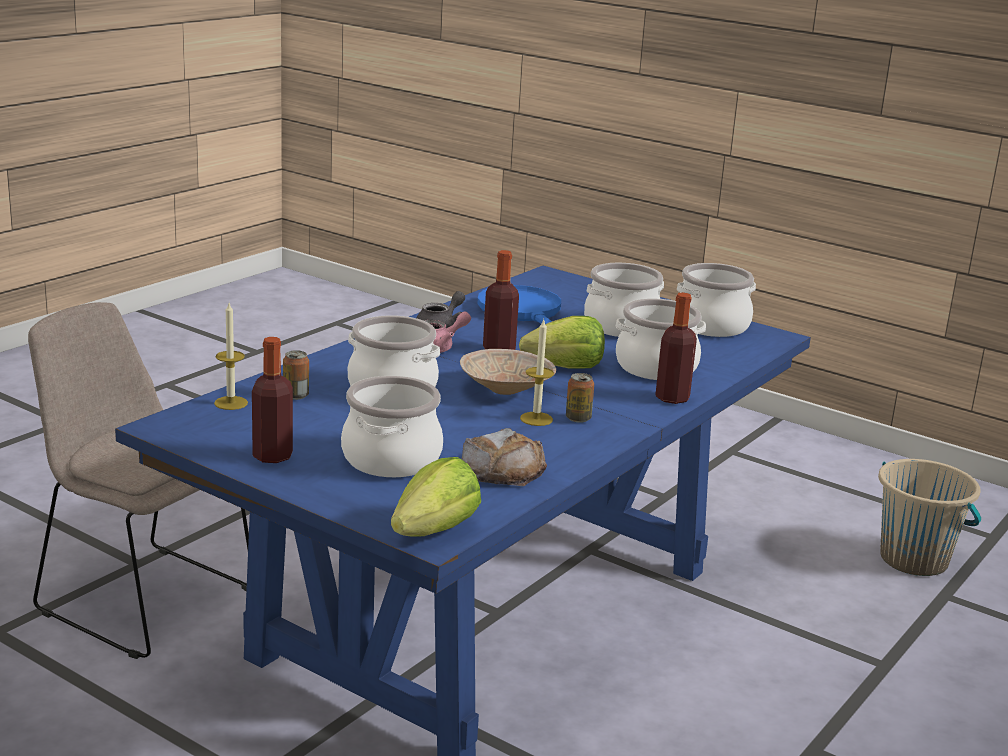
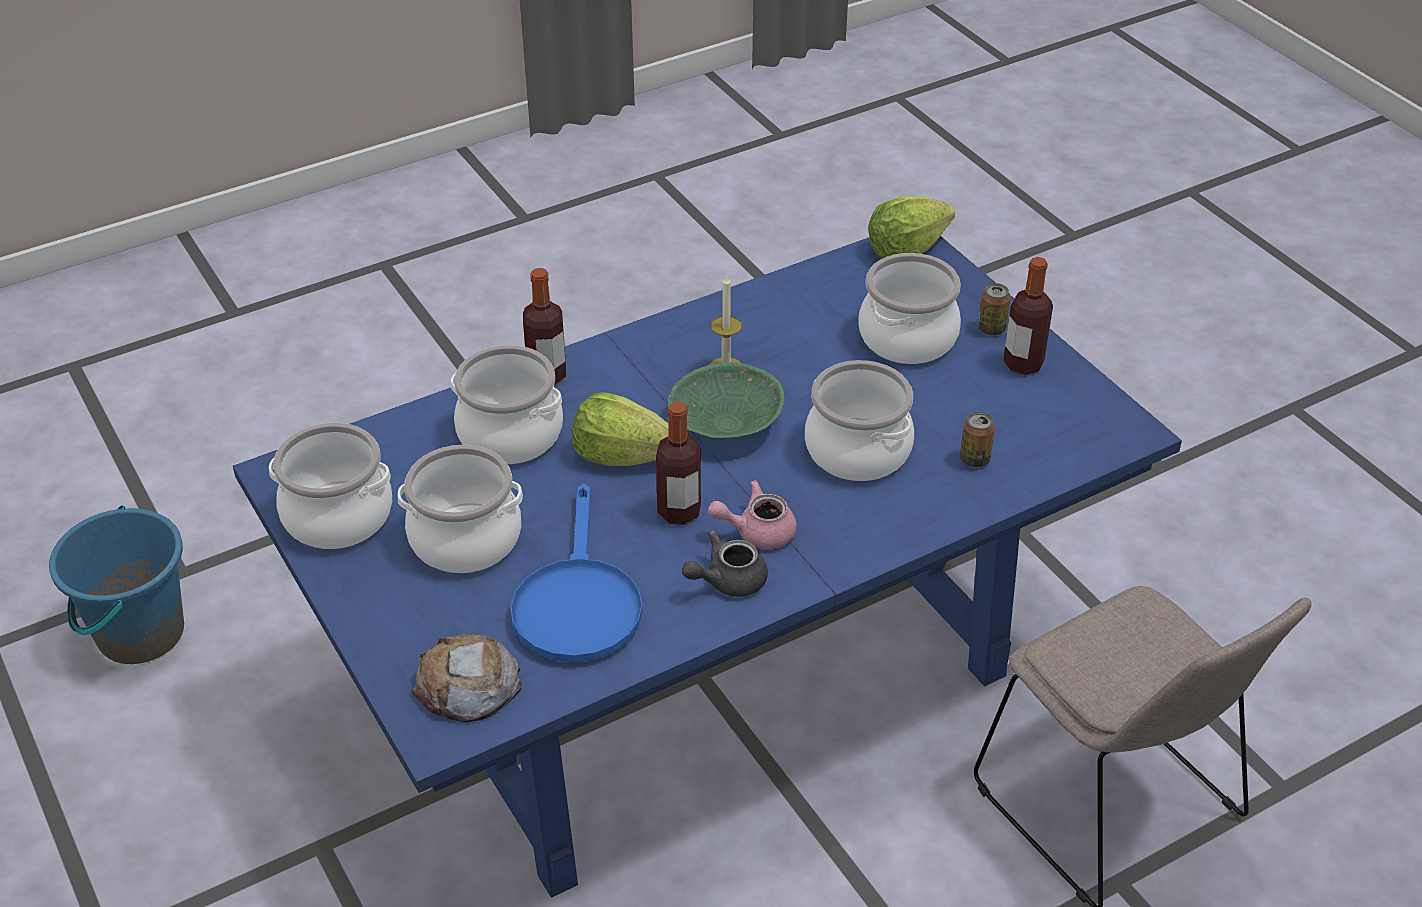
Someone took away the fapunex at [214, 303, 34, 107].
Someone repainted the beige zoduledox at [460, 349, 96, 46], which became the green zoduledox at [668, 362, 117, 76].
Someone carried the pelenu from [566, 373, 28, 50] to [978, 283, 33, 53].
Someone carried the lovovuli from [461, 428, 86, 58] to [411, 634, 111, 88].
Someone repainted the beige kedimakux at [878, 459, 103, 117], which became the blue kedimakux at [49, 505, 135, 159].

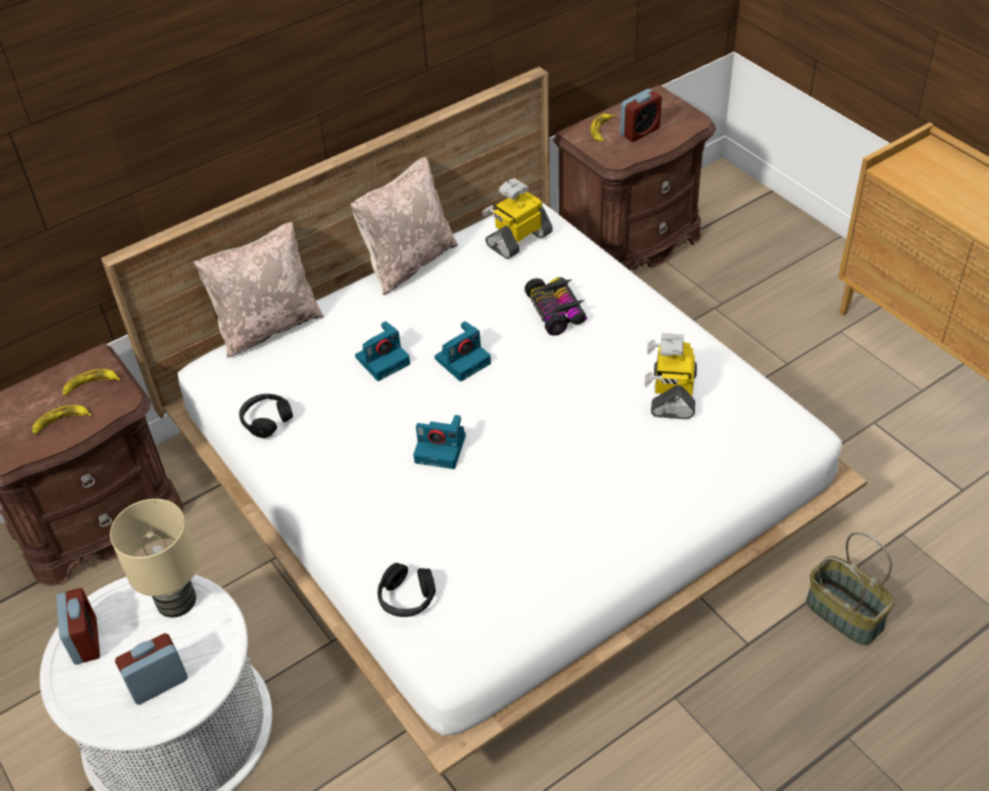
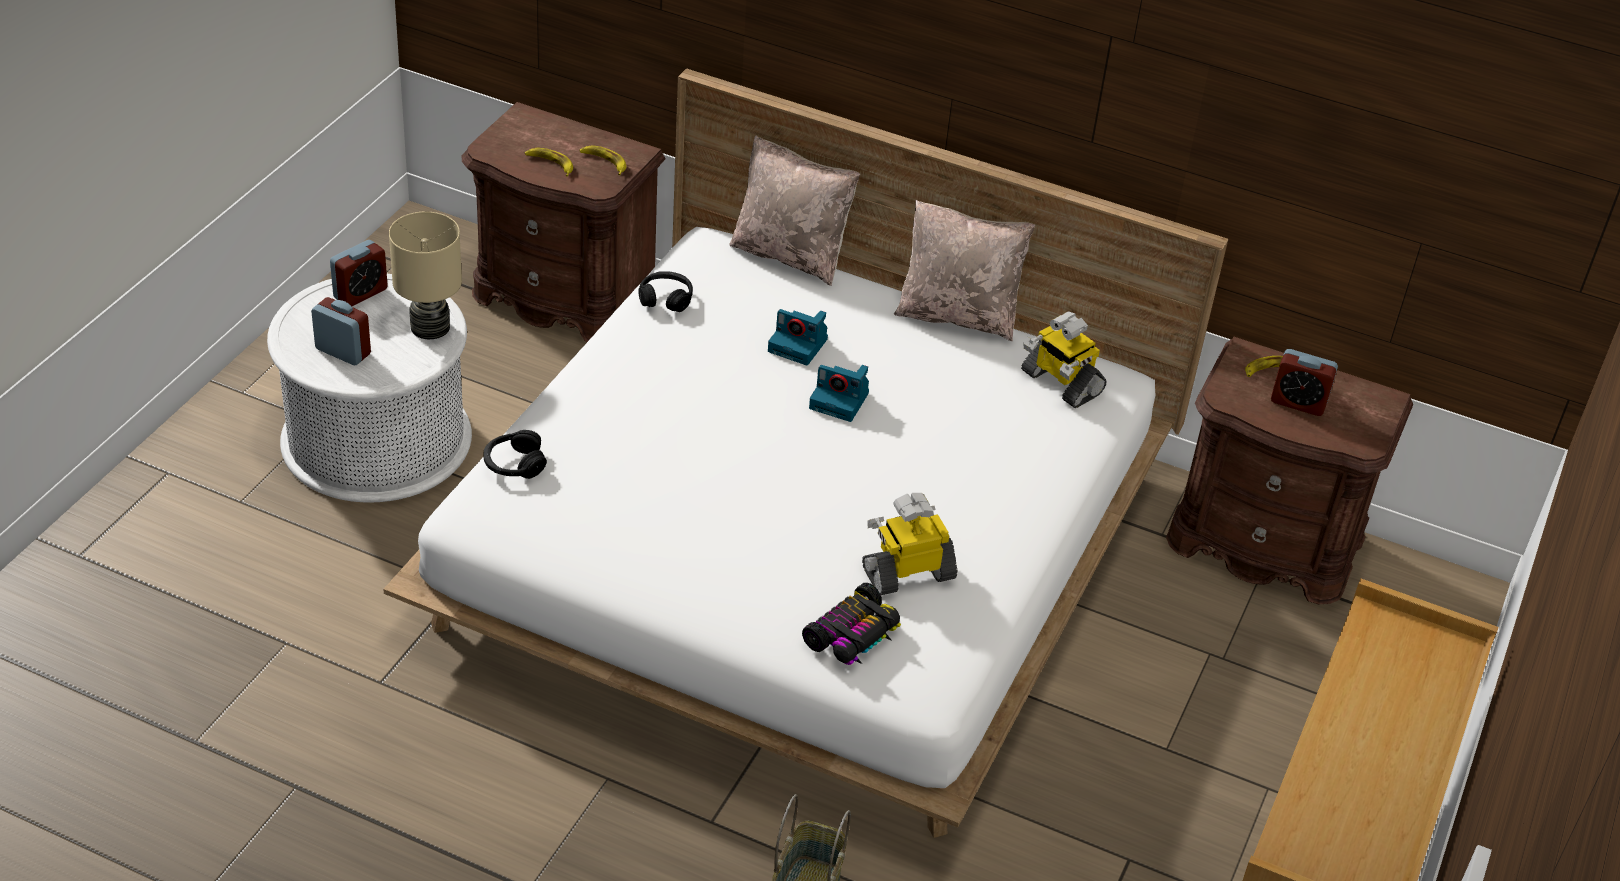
Someone rotated the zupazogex at [482, 178, 71, 81] by 150 degrees counterclockwise.
Someone carried the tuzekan from [524, 277, 64, 59] to [802, 583, 99, 82].
Someone took away the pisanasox at [413, 415, 53, 54].

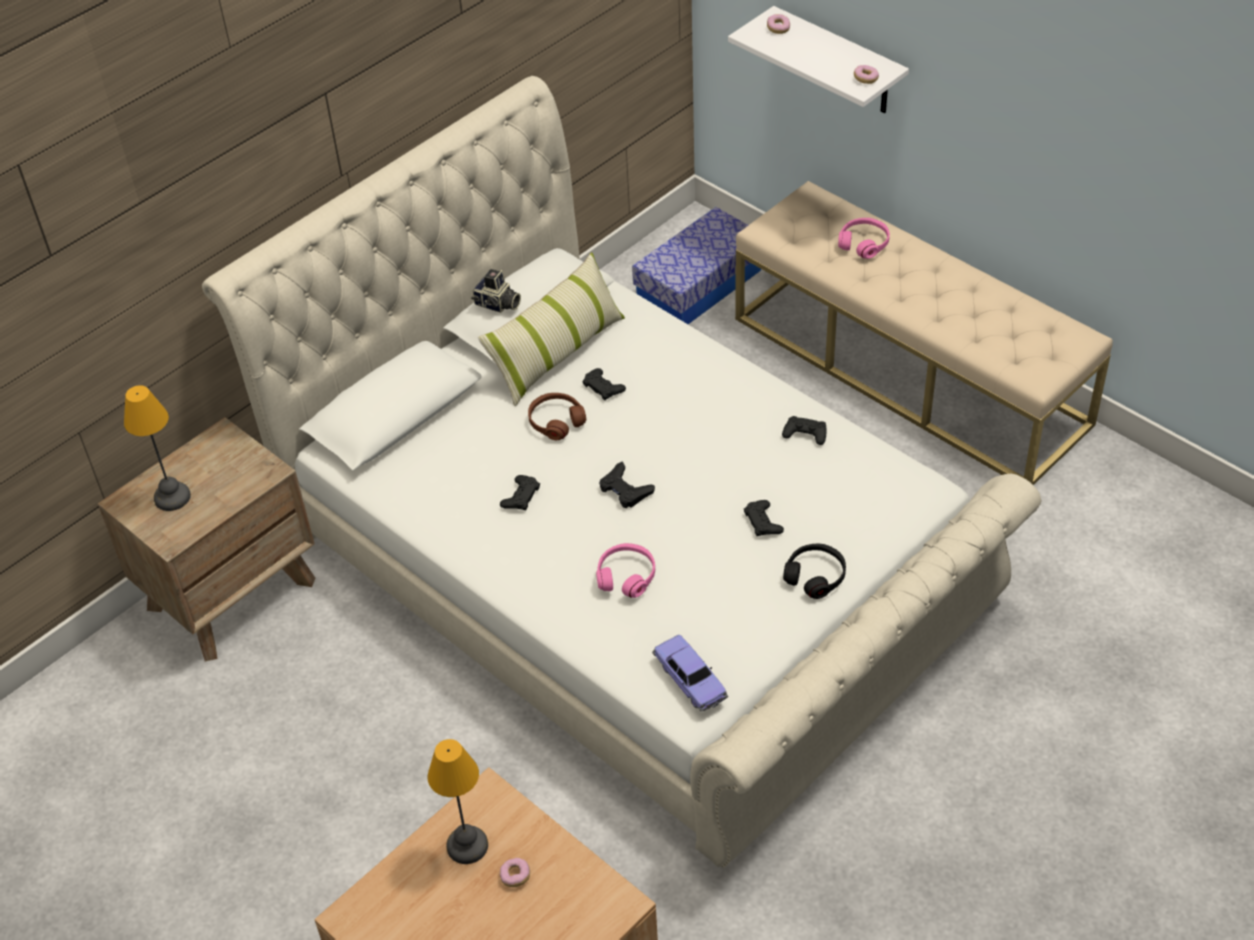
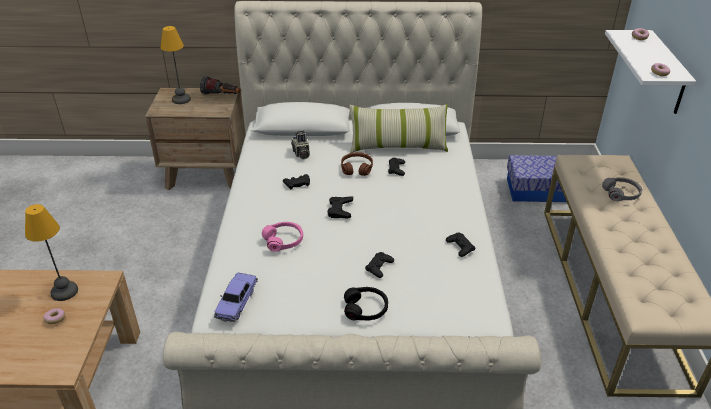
Someone repainted the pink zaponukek at [838, 218, 52, 41], which became the grey zaponukek at [602, 177, 40, 24].
Someone carried the pisanasox from [471, 269, 50, 44] to [291, 131, 19, 28].
Someone put down the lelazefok at [200, 76, 41, 19].

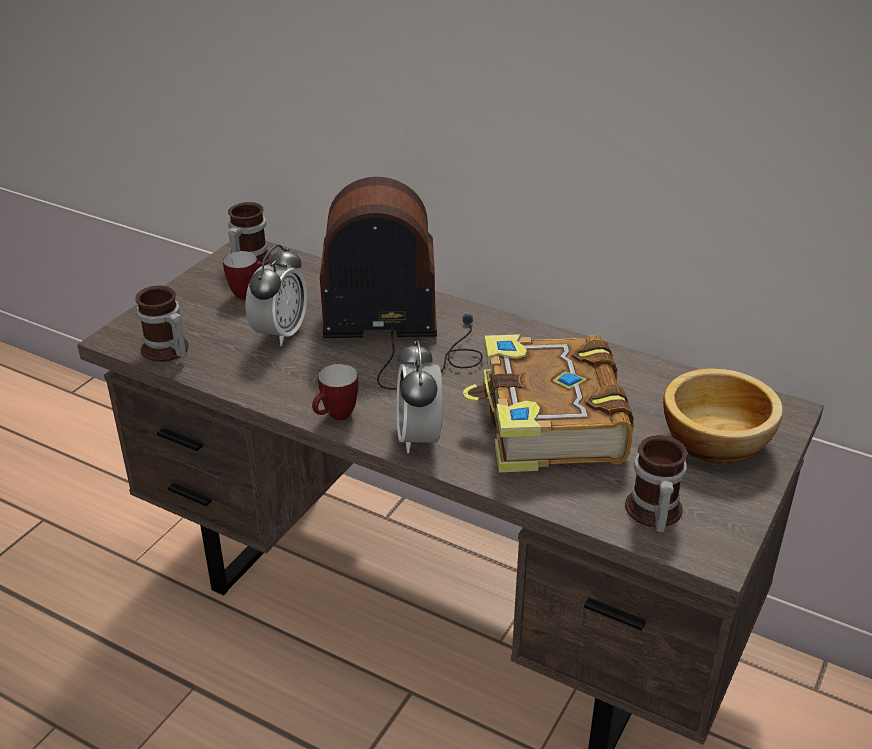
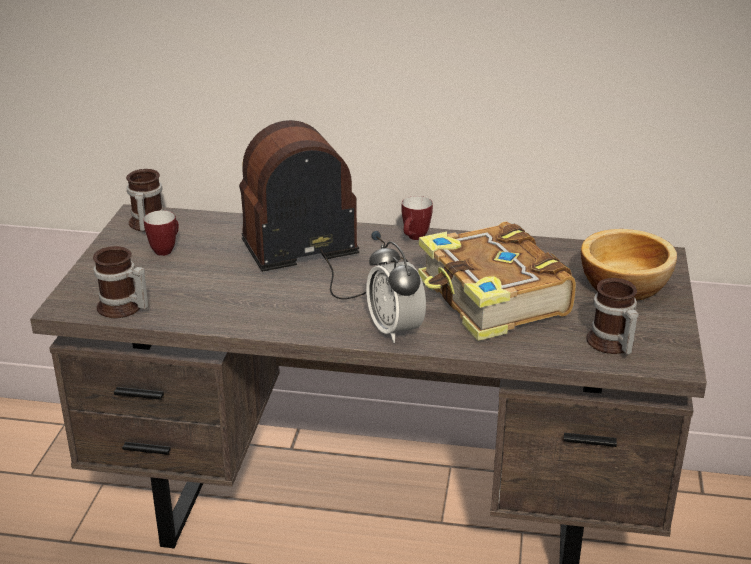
Someone took away the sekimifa at [246, 244, 61, 102].
Someone carried the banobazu from [312, 364, 47, 56] to [401, 196, 32, 44].

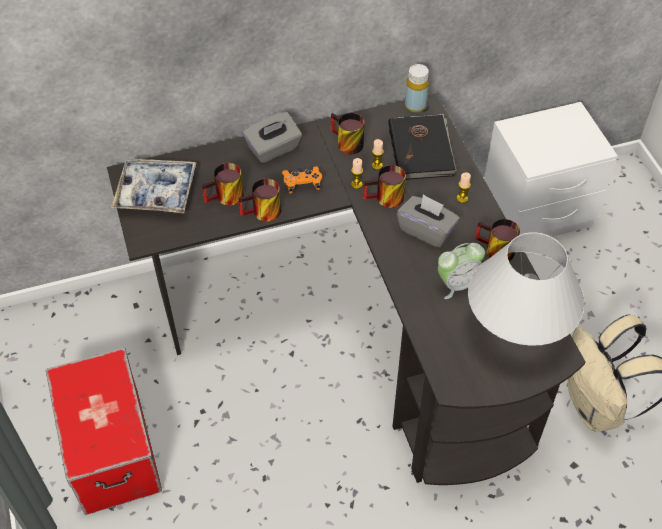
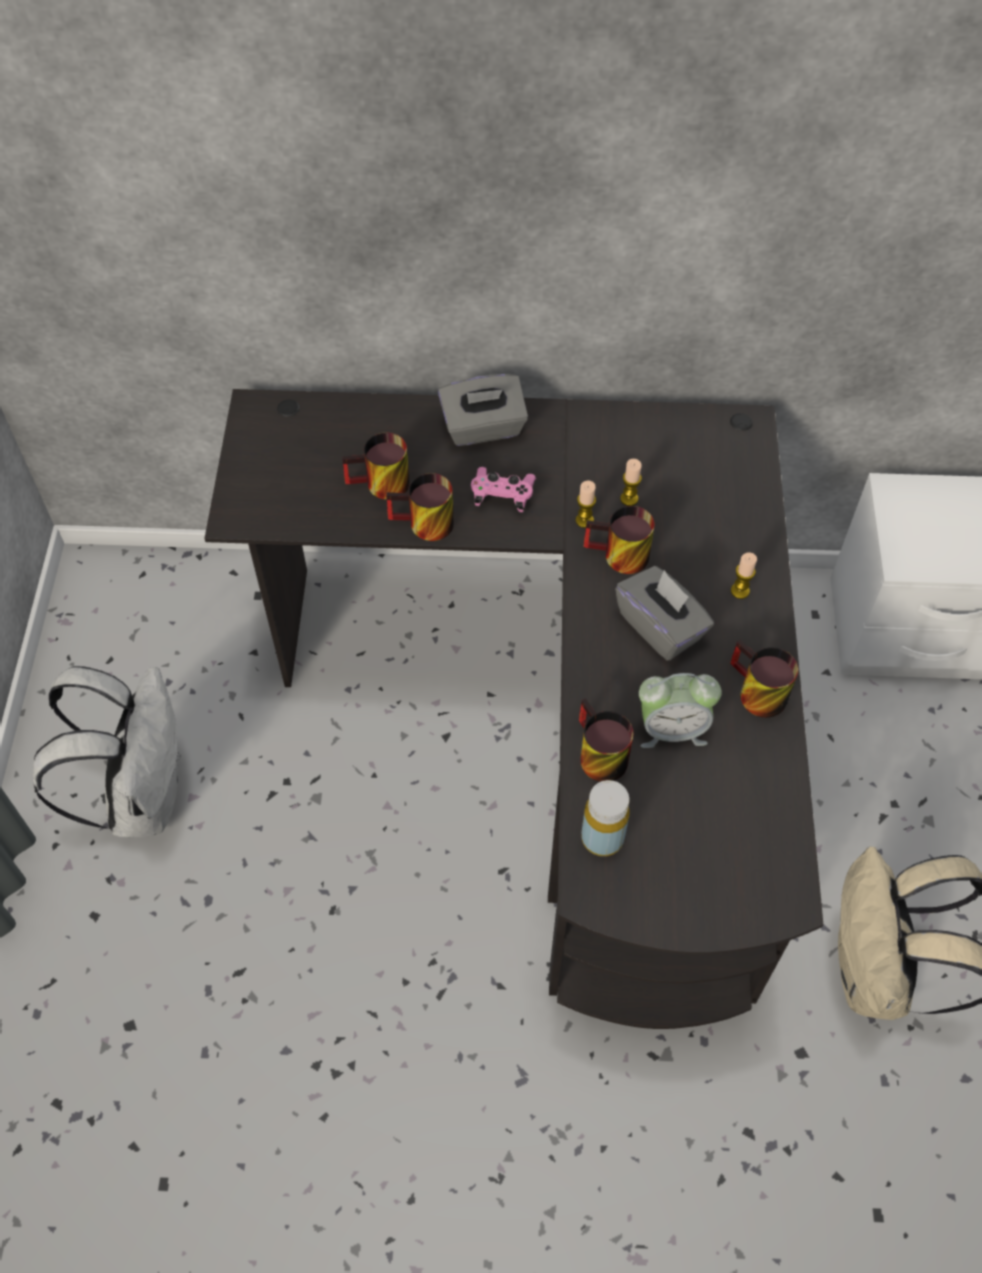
Someone carried the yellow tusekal from [405, 64, 24, 48] to [581, 780, 48, 76].
Someone carried the banobazu from [331, 113, 33, 41] to [579, 698, 54, 84].
Someone took away the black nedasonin at [388, 114, 69, 66].
Someone took away the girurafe at [111, 158, 85, 55].
Someone repainted the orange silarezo at [282, 166, 40, 27], which became the pink silarezo at [471, 467, 65, 45].
Someone took away the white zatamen at [468, 232, 117, 114].
Someone swapped the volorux at [46, 348, 116, 167] for the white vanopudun at [33, 666, 149, 171].

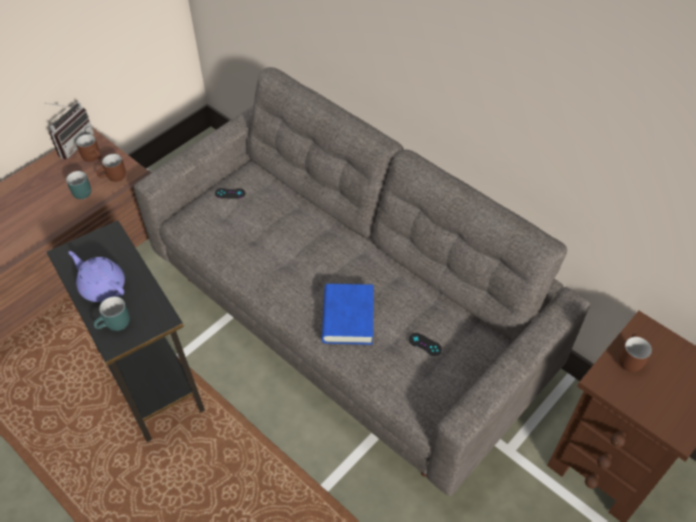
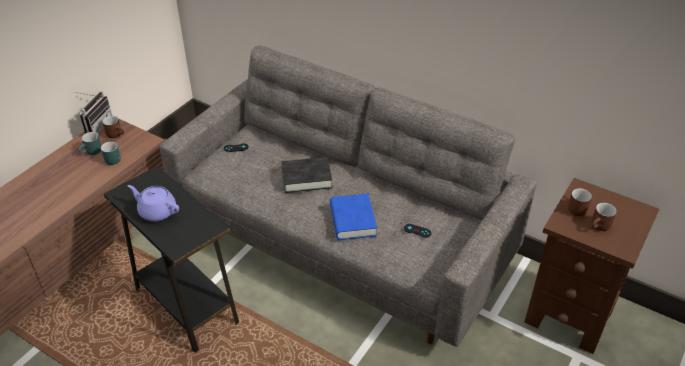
Someone carried the brown banobazu from [97, 154, 29, 28] to [591, 203, 26, 28].
Someone carried the turquoise banobazu from [93, 296, 37, 35] to [78, 132, 23, 23].
Someone put down the black nedasonin at [282, 157, 50, 36].

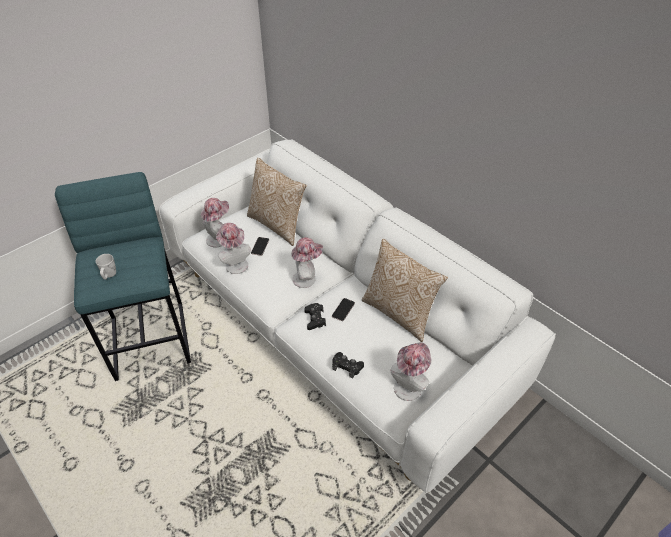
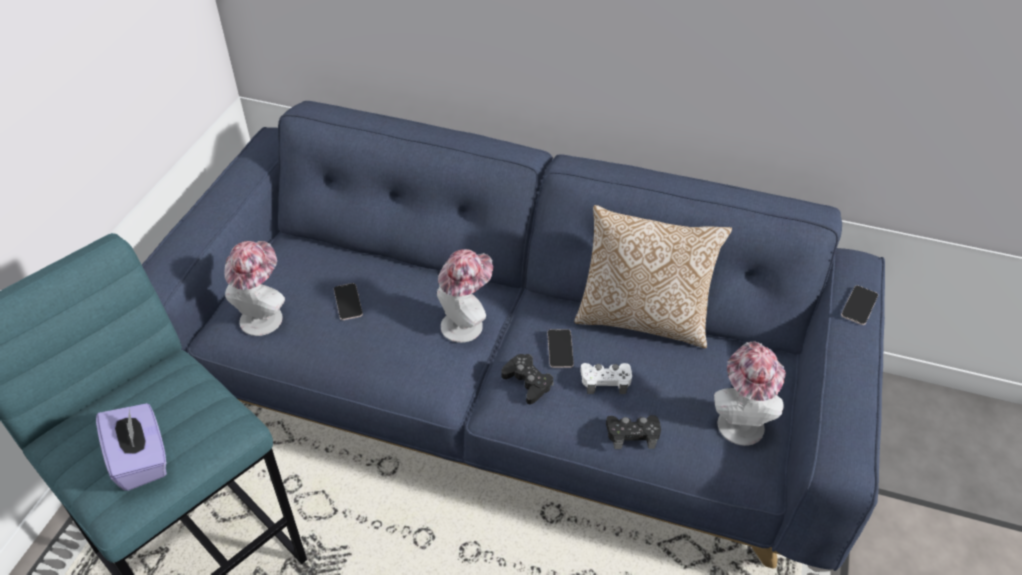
Someone repainted the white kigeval at [159, 139, 397, 354], which became the blue kigeval at [142, 101, 743, 470].
Someone took away the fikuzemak at [247, 158, 60, 88].
Someone took away the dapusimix at [216, 223, 35, 51].
Someone swapped the white banobazu at [96, 254, 20, 26] for the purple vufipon at [96, 403, 71, 88].
Someone put down the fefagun at [841, 285, 37, 40].
Someone put down the white silarezo at [580, 363, 52, 31].

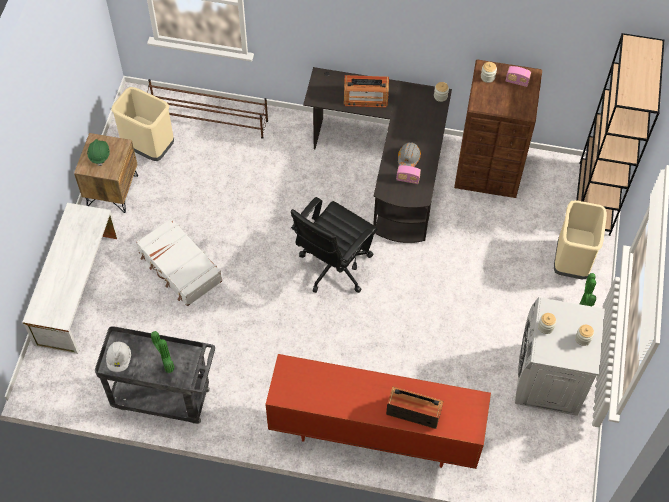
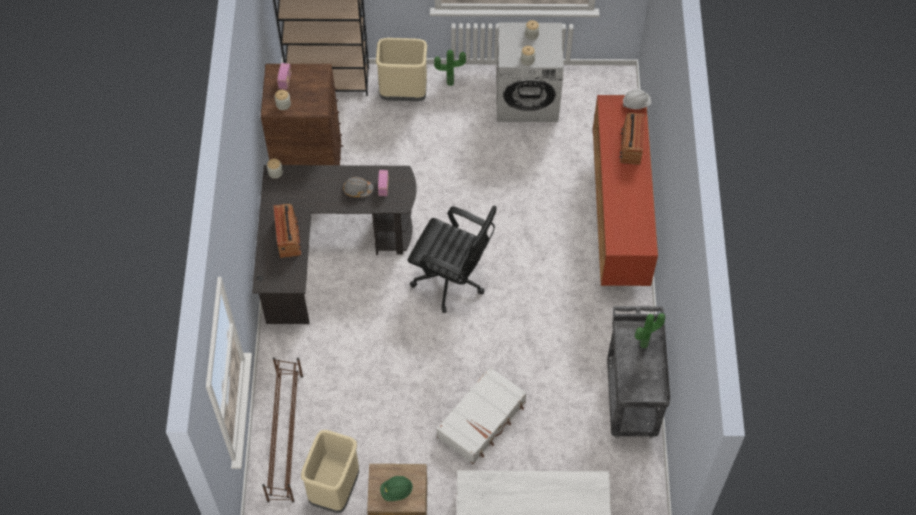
Someone carried the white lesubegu from [106, 341, 25, 31] to [623, 89, 28, 20].

